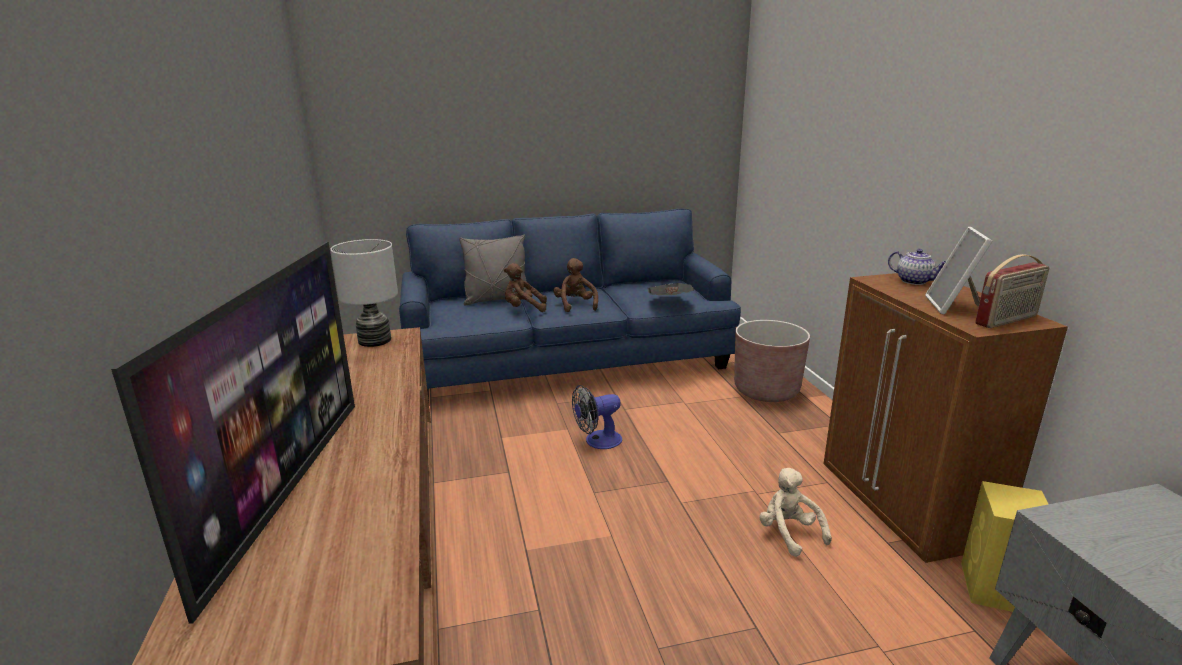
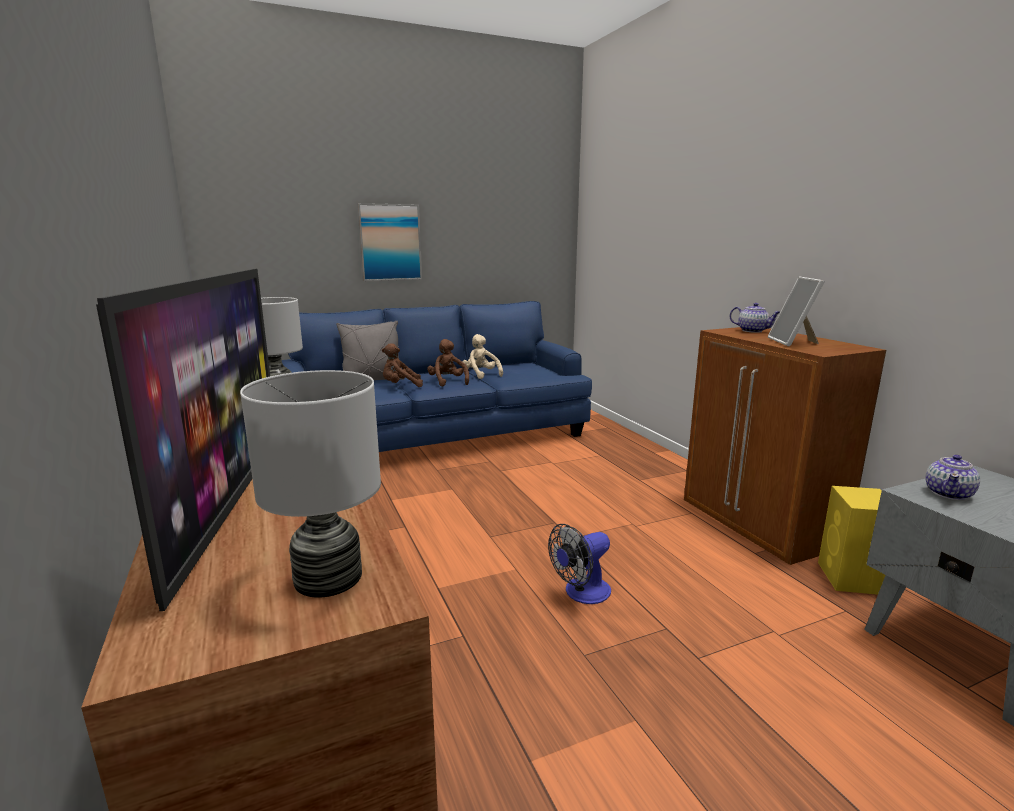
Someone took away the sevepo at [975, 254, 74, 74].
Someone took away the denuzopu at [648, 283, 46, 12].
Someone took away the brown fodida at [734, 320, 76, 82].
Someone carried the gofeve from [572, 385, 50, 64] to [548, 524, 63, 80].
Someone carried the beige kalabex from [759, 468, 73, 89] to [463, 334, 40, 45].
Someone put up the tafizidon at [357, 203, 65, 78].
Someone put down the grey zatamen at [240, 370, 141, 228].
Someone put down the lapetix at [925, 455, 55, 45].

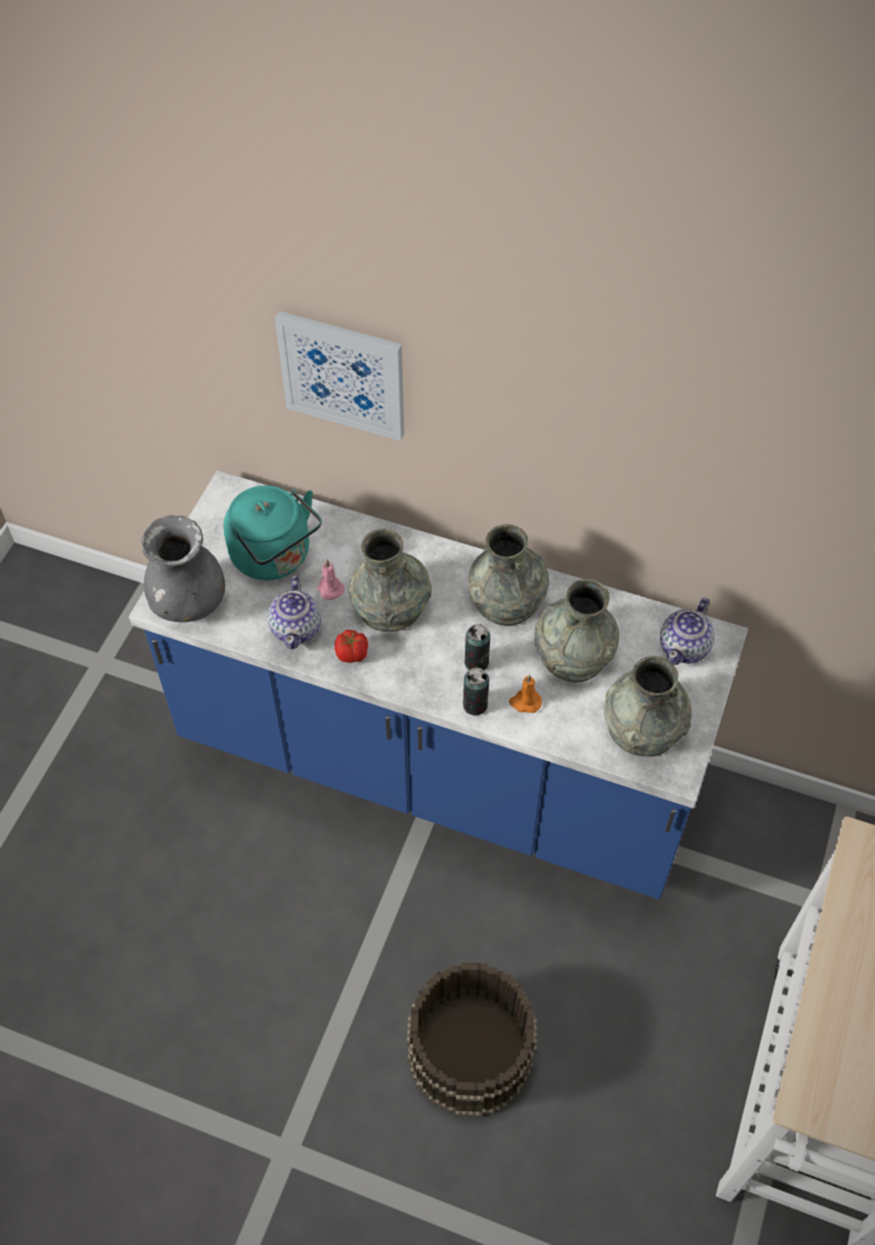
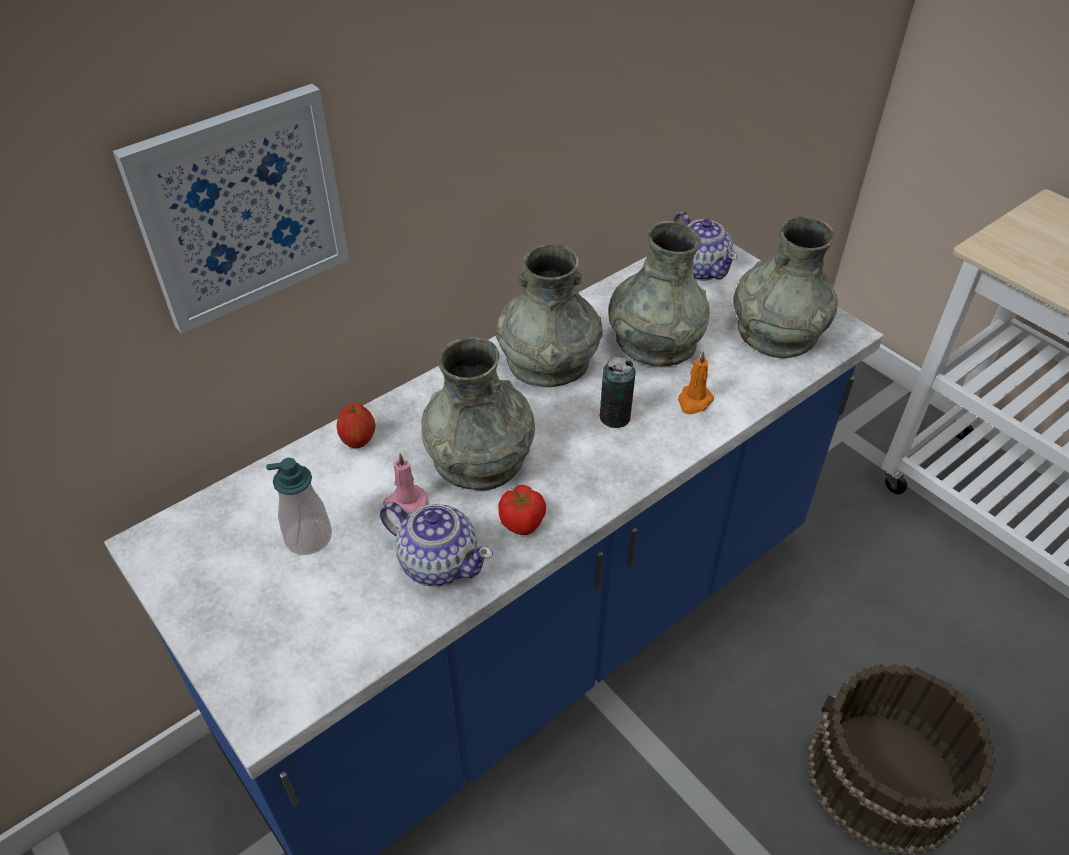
Someone swapped the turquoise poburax at [223, 486, 99, 94] for the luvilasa at [266, 458, 66, 97].
Someone took away the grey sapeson at [141, 515, 84, 107].
Someone took away the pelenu at [463, 667, 26, 49].
Someone put down the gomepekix at [336, 403, 40, 46].

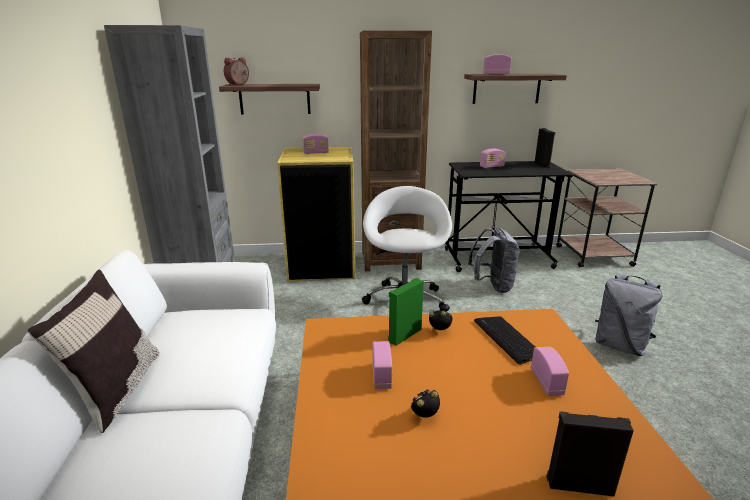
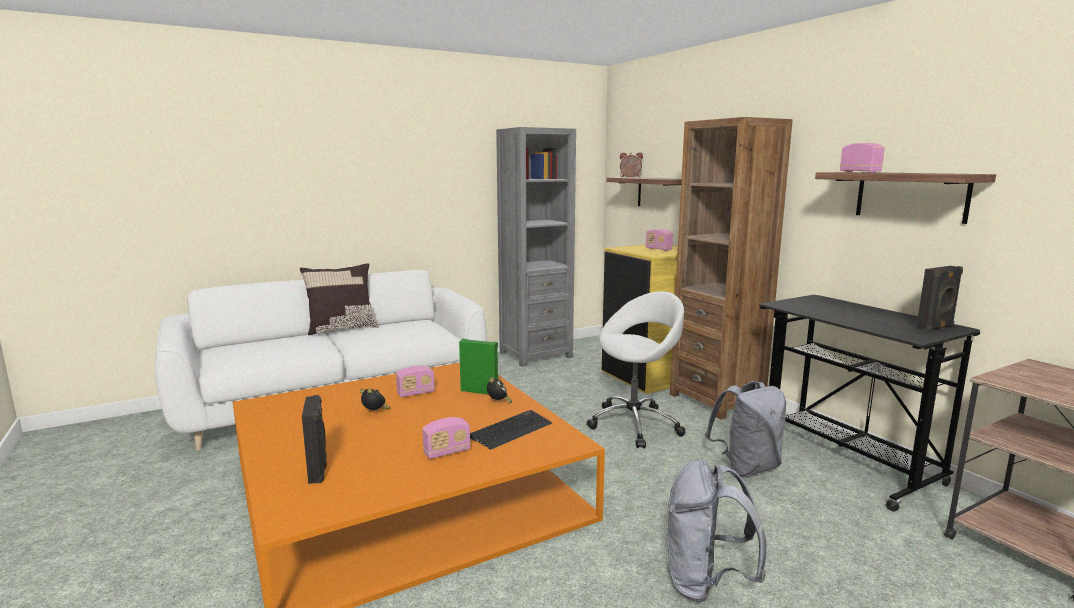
Someone took away the sevepo at [480, 149, 26, 19].

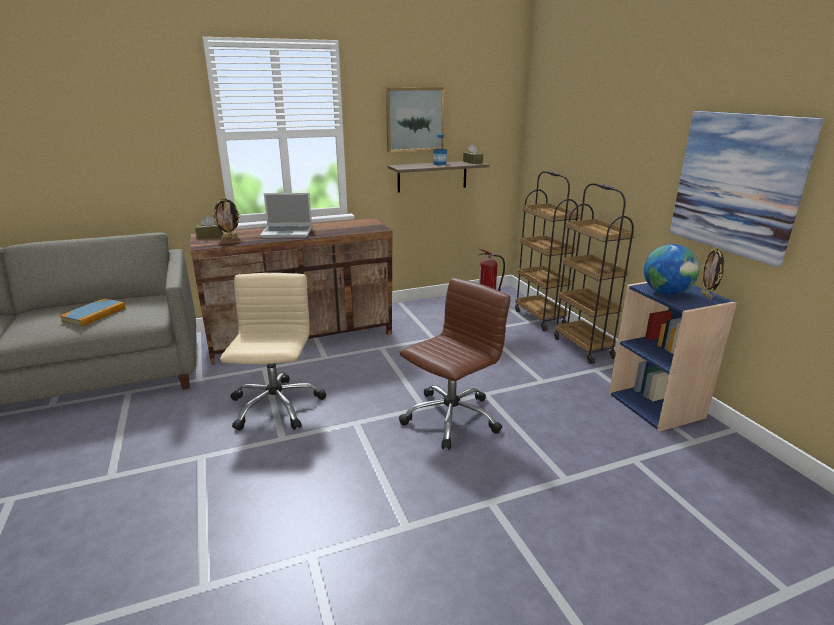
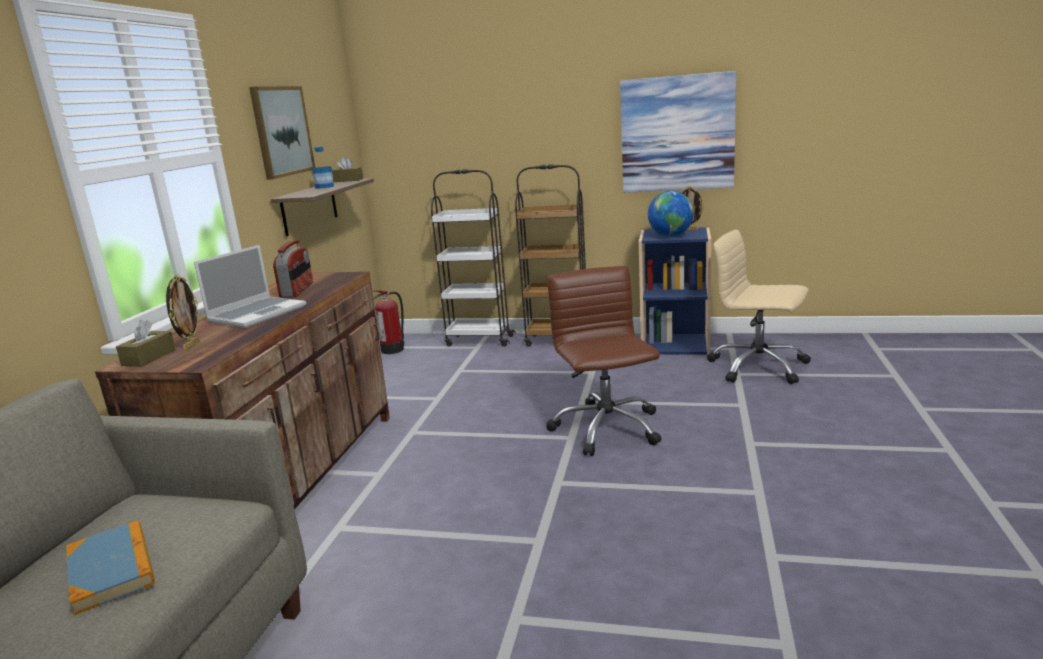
Someone repainted the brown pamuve at [515, 171, 64, 160], which became the white pamuve at [431, 169, 85, 178].
Someone carried the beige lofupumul from [220, 273, 106, 158] to [707, 230, 104, 154].
Someone put down the sevepo at [273, 240, 40, 58].

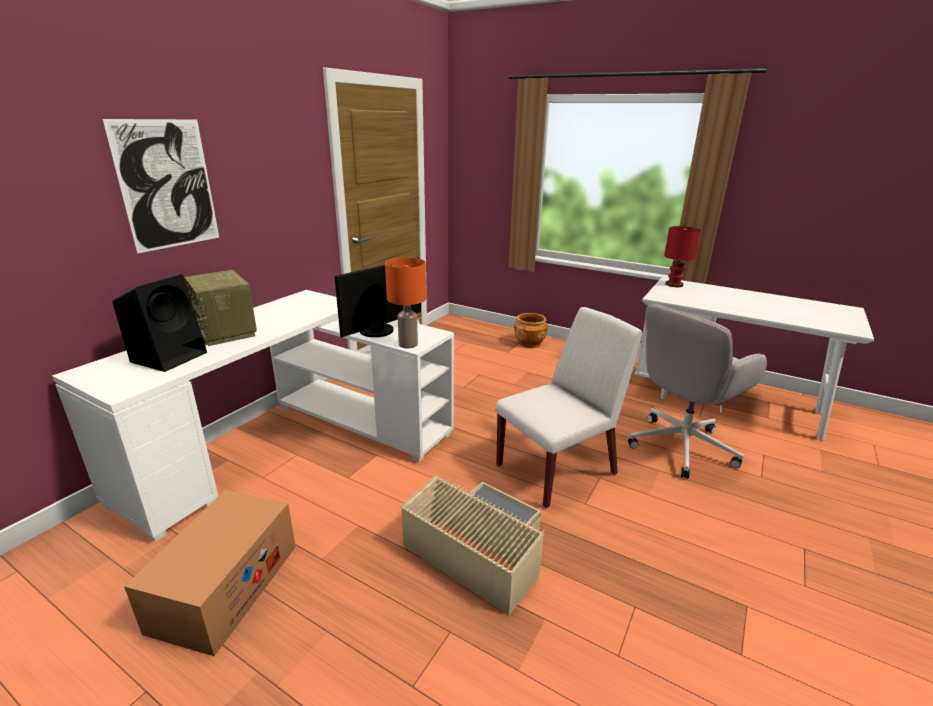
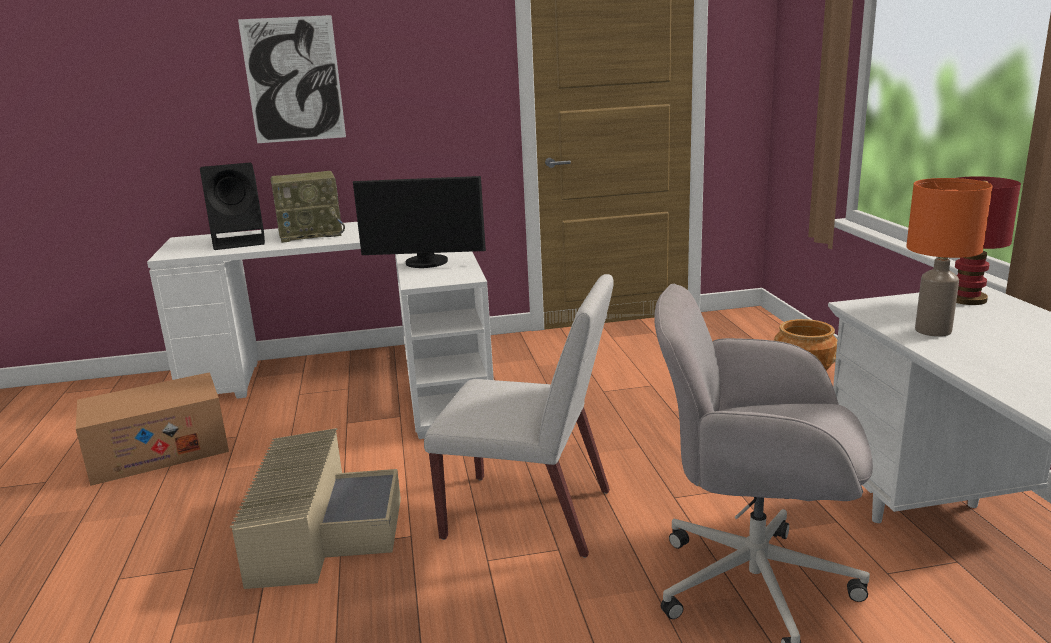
Someone carried the orange zatamen from [385, 257, 41, 91] to [907, 178, 85, 159].
Someone rotated the sevepo at [184, 270, 73, 76] by 120 degrees counterclockwise.

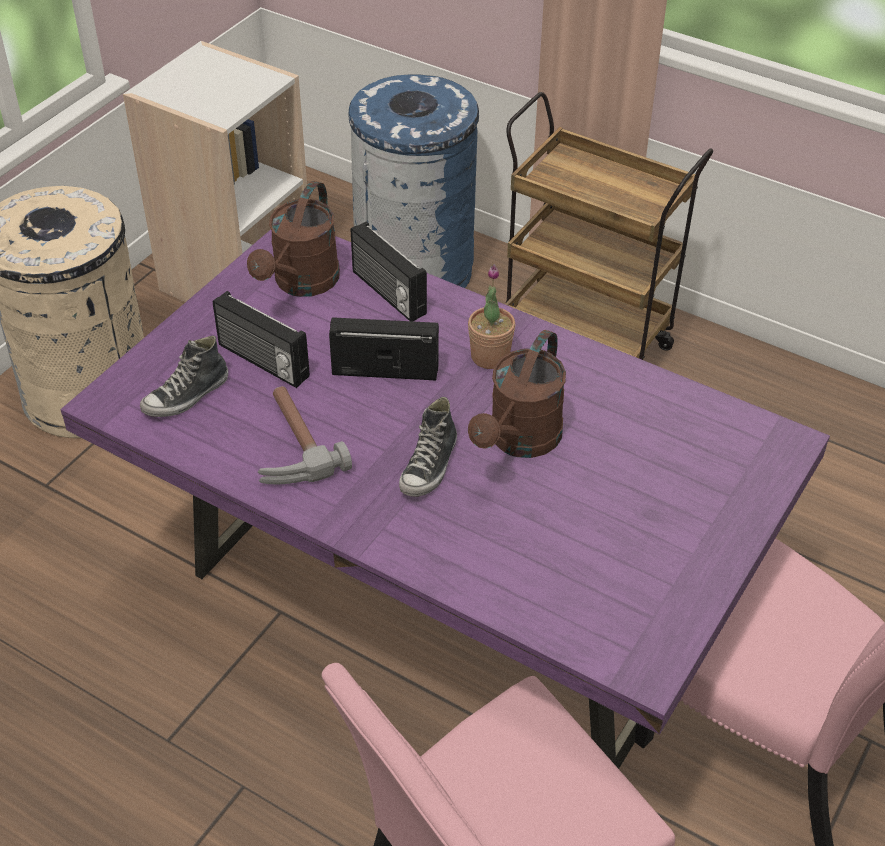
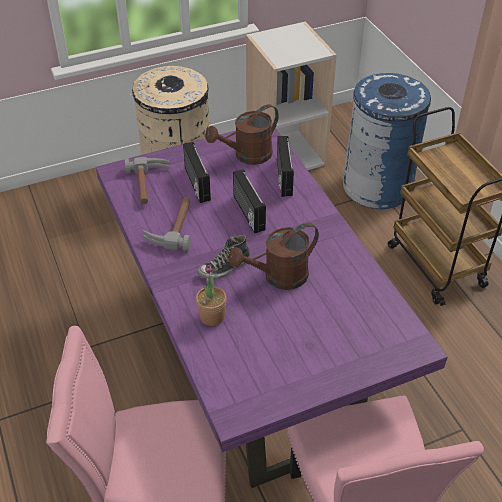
Someone carried the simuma from [468, 264, 47, 105] to [196, 264, 30, 62].
Someone rotated the sevepo at [329, 317, 110, 63] by 150 degrees counterclockwise.
Someone swapped the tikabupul at [140, 336, 88, 81] for the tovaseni at [125, 157, 46, 47].

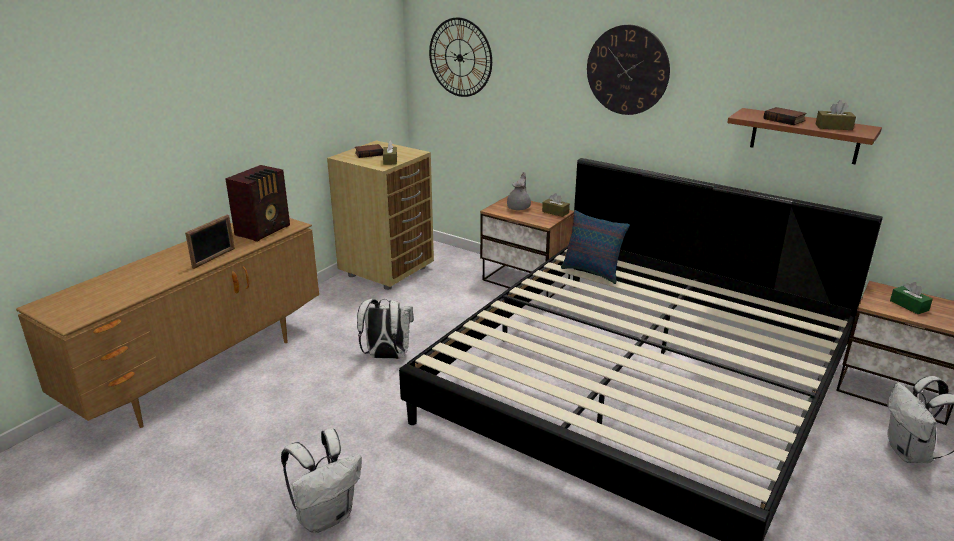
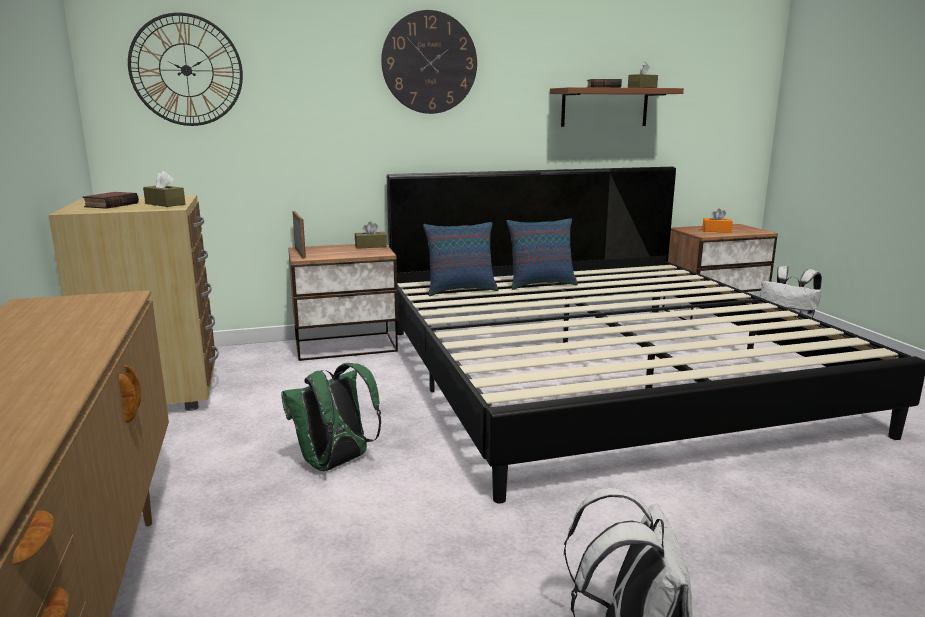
Someone took away the sevepo at [225, 165, 65, 77].
Someone took away the grey lapetix at [507, 172, 24, 38].
Someone carried the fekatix from [185, 214, 50, 55] to [292, 211, 14, 48].
Someone repainted the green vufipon at [890, 282, 43, 32], which became the orange vufipon at [702, 209, 31, 24].
Someone repainted the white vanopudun at [357, 299, 57, 60], which became the green vanopudun at [281, 363, 100, 108].
Someone put down the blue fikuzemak at [506, 218, 72, 72].

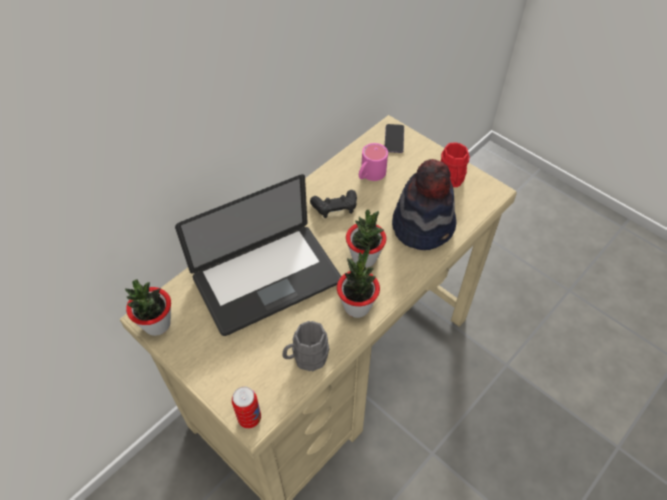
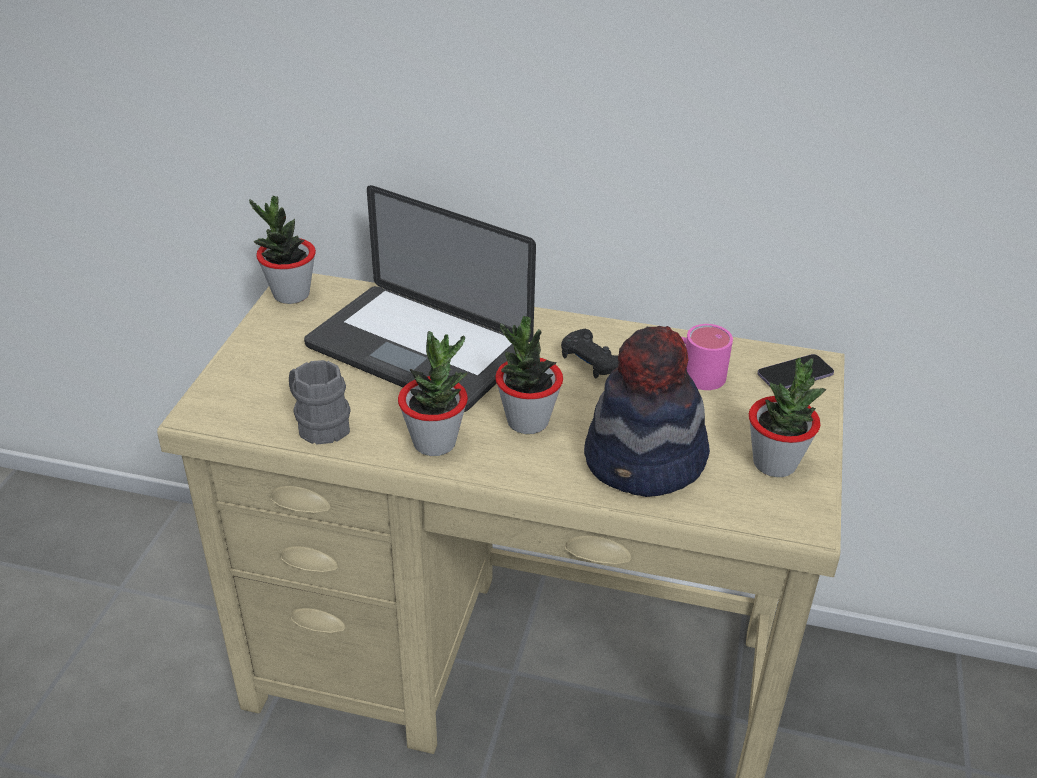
Someone swapped the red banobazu at [441, 143, 28, 44] for the simuma at [749, 358, 78, 119].
Someone took away the pelenu at [232, 386, 29, 43].

